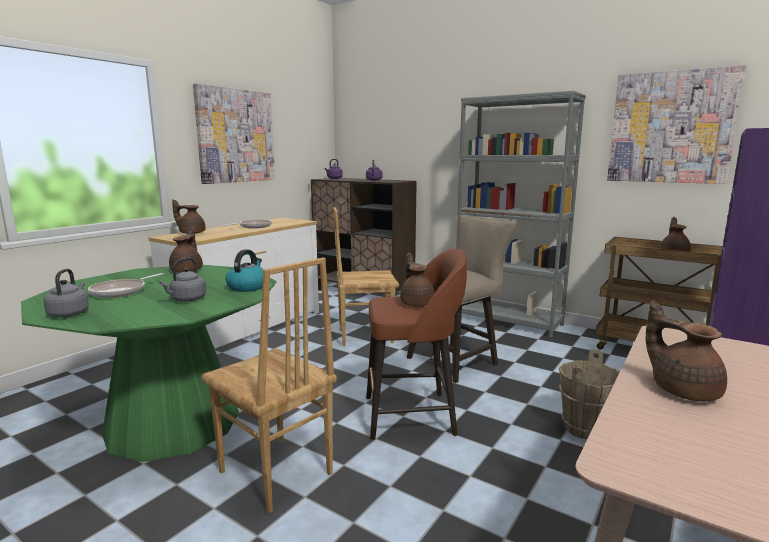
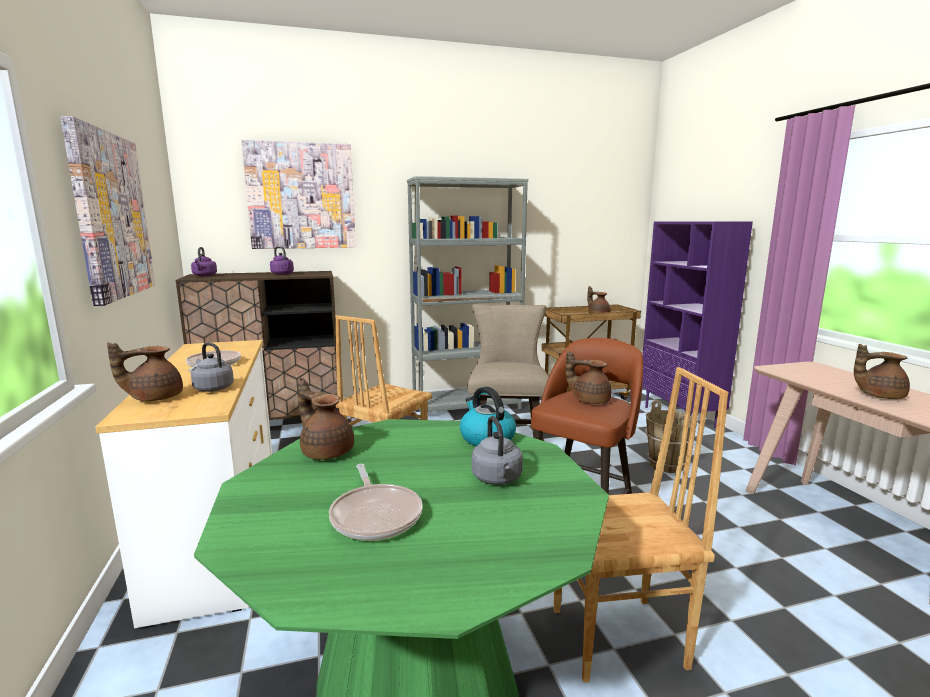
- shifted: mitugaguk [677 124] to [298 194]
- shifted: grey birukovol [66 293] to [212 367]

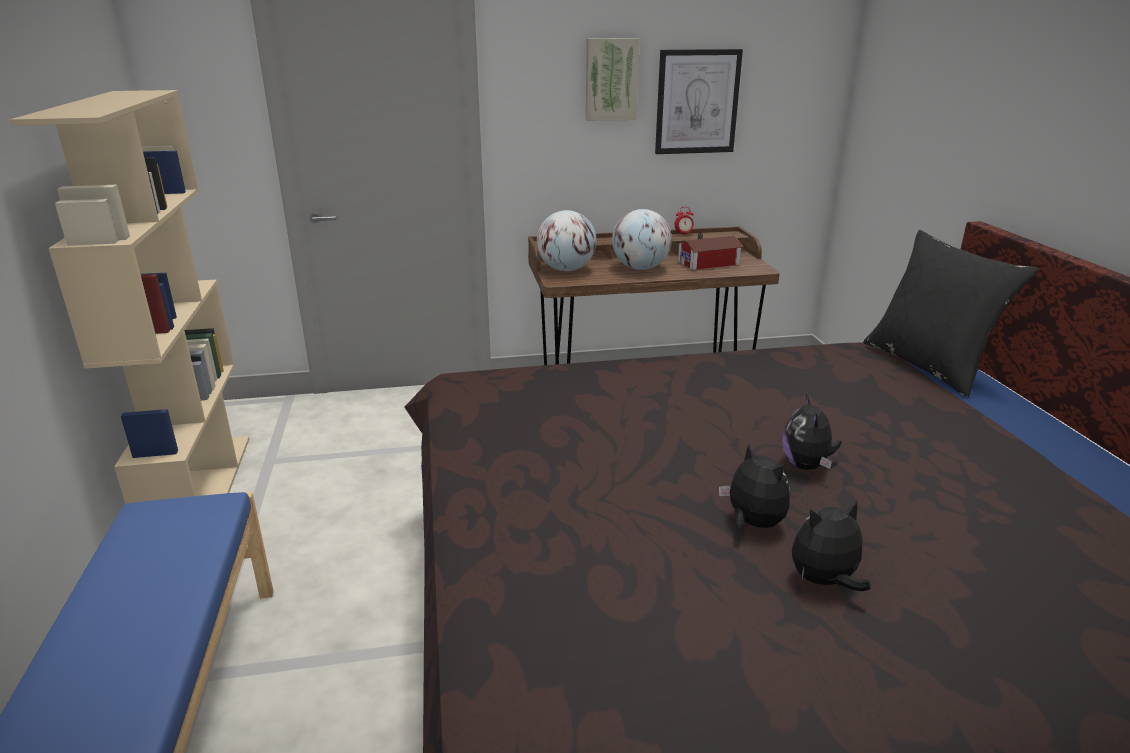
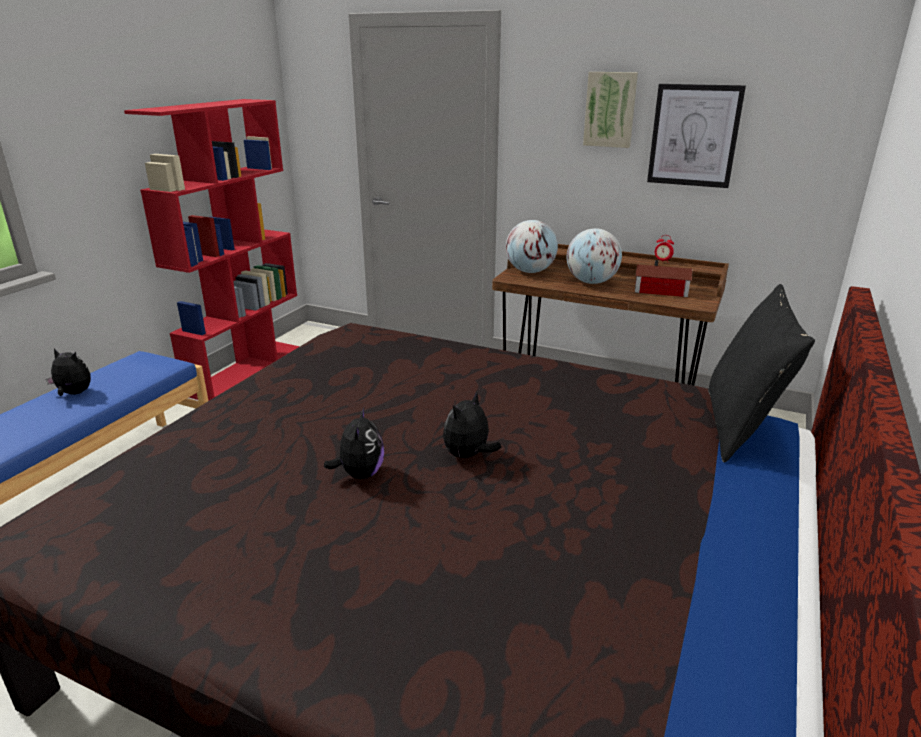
- repainted: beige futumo [130 297] to red futumo [212 250]
- shifted: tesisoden [831 545] to [68 372]

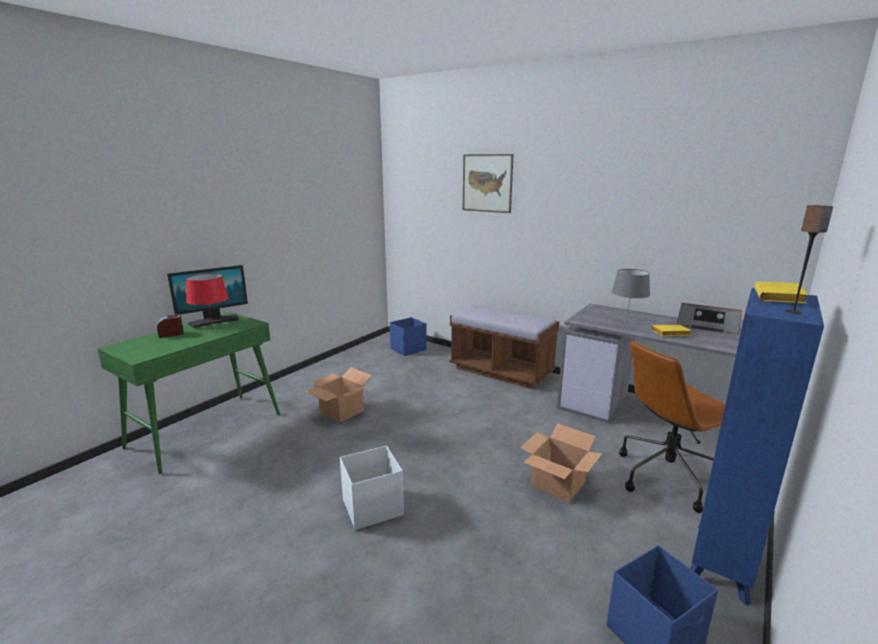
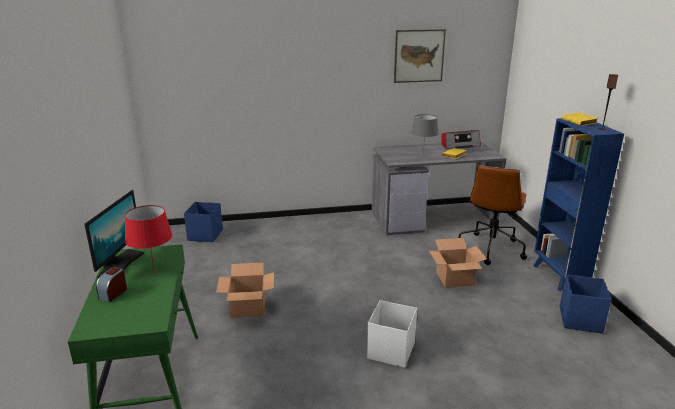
- shifted: mitugaguk [488 183] to [420 56]
- gone: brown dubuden [504 347]

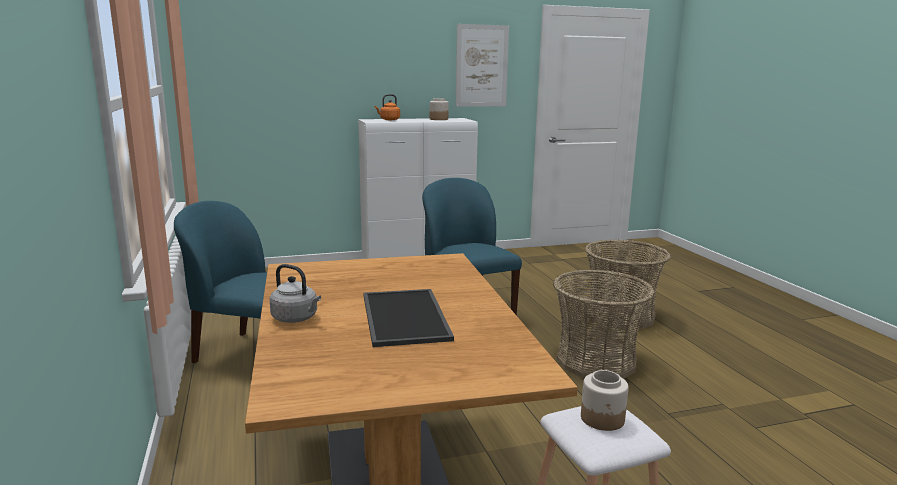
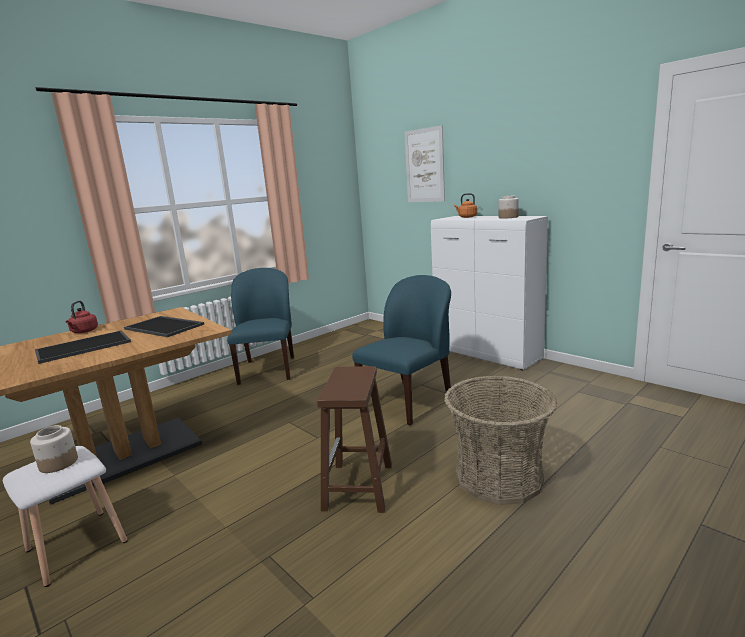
- shifted: mitugaguk [482 65] to [424 163]
- repainted: grey birukovol [295 293] to red birukovol [82 317]
- swapped: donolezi [604 324] to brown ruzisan [354 439]
- new: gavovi [164 326]

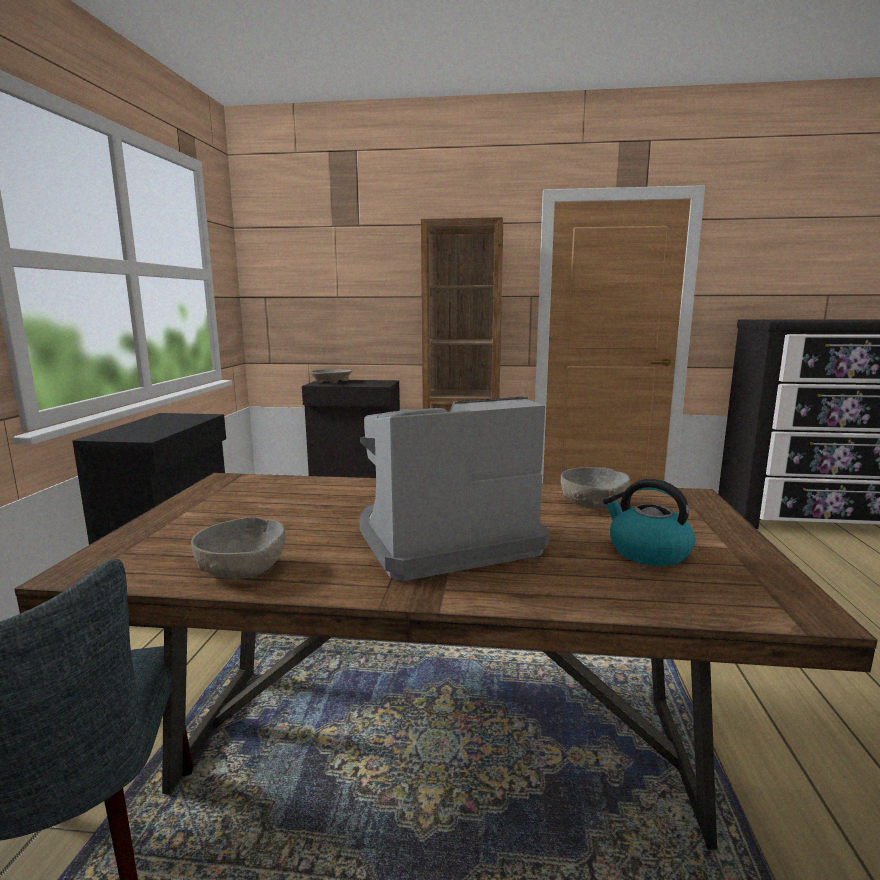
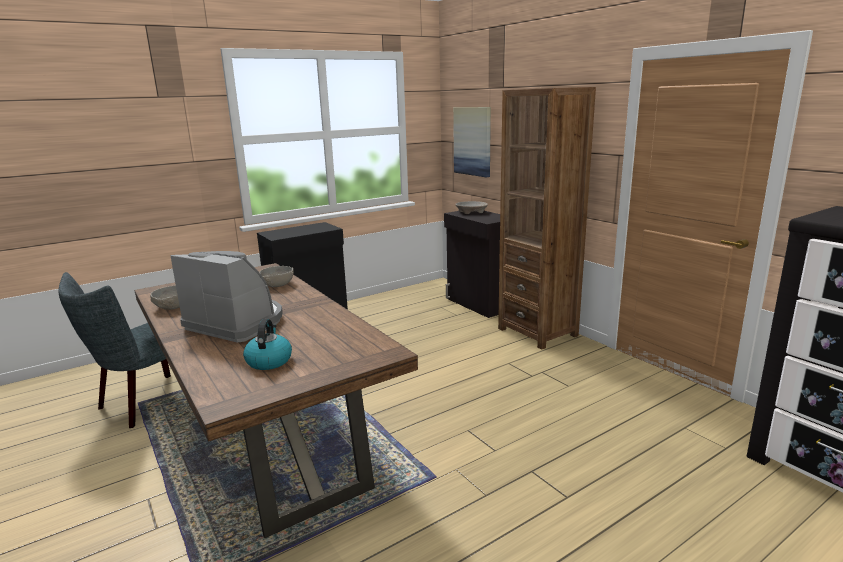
- shifted: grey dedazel [595 488] to [276 276]
- new: mitugaguk [472 142]

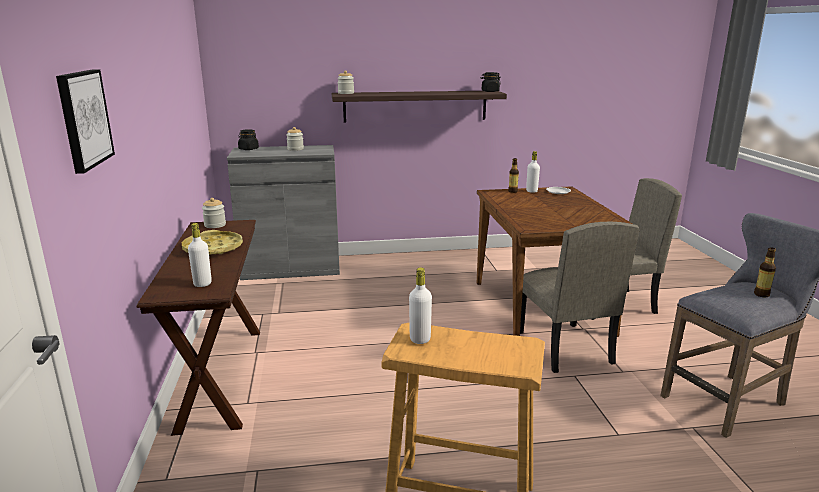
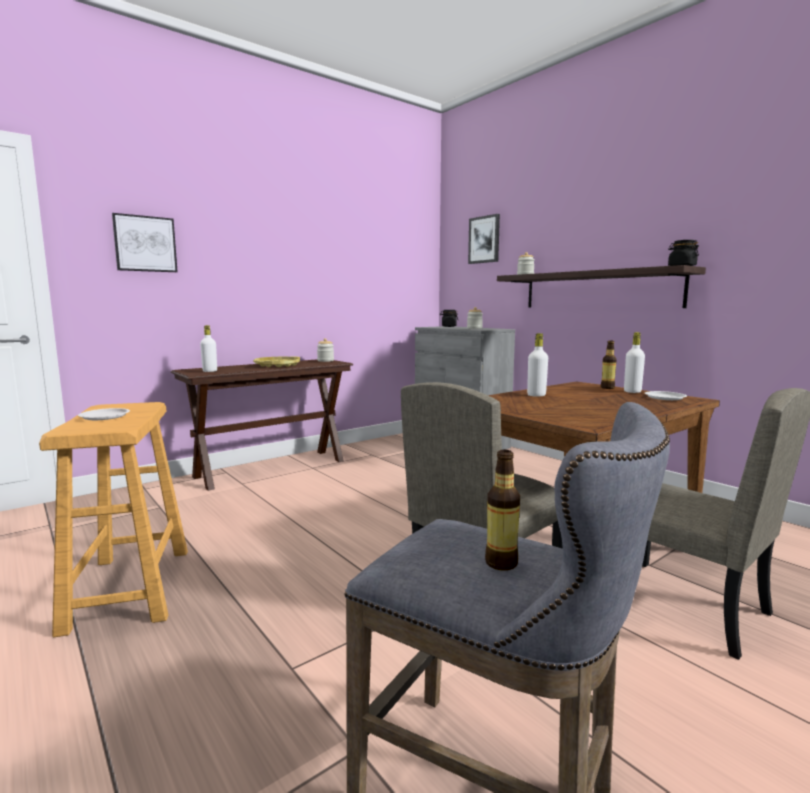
- shifted: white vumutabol [420 306] to [537 365]
- new: mitugaguk [484 239]
- new: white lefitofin [104 414]

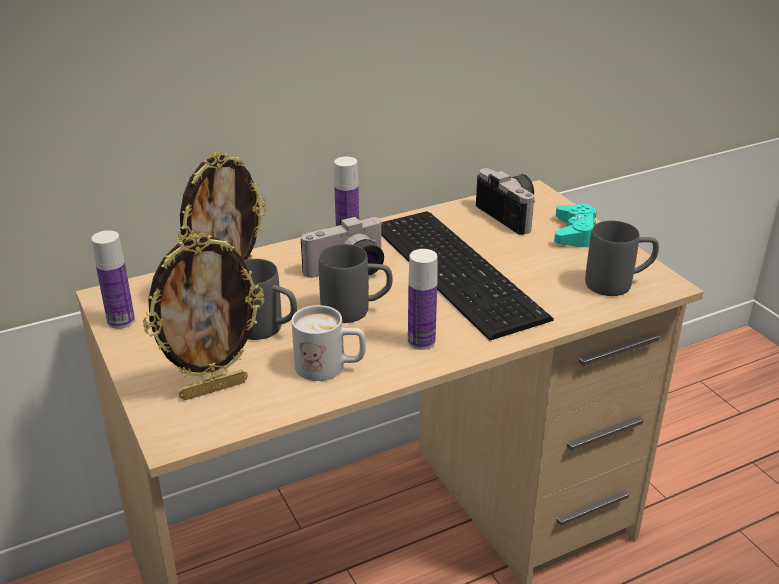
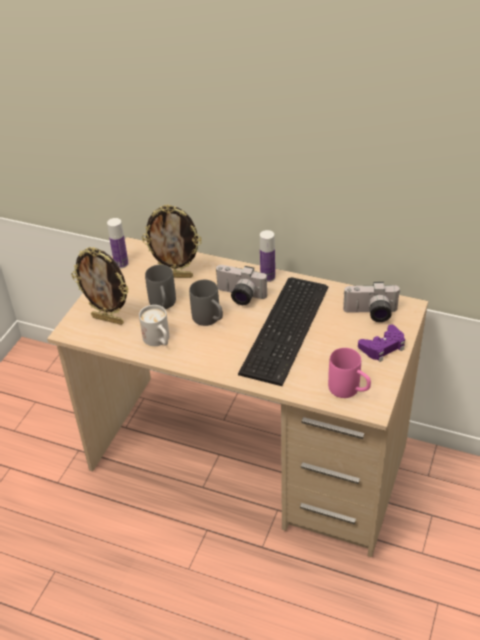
- rotated: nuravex [505 201] = [372 302] 75 degrees clockwise
- repainted: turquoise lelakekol [575 225] to purple lelakekol [381 343]
- repainted: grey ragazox [622 258] to pink ragazox [349 373]
- gone: vumutabol [422 299]

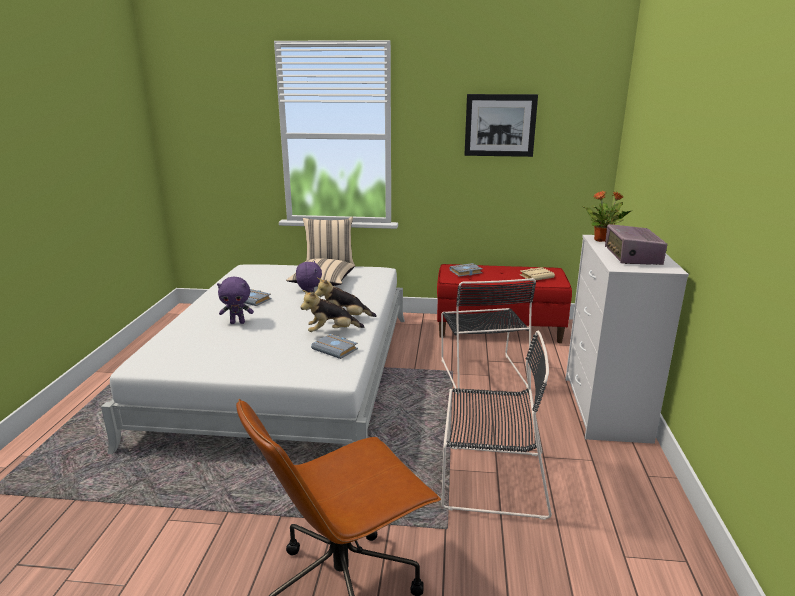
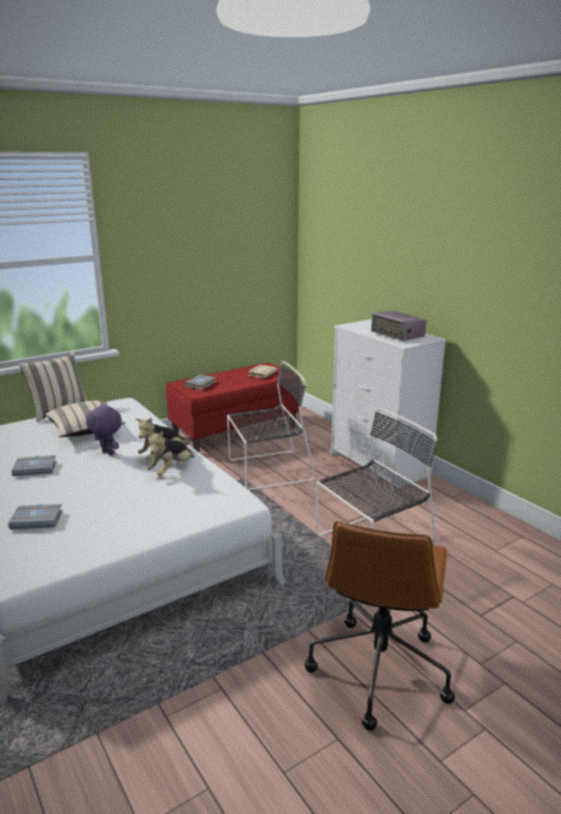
- gone: mitugaguk [501 125]
- gone: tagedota [606 216]
- gone: purple tesisoden [235 300]
- rotated: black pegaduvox [488 336] = [271 425] 60 degrees counterclockwise
- shifted: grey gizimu [334 346] to [35 516]

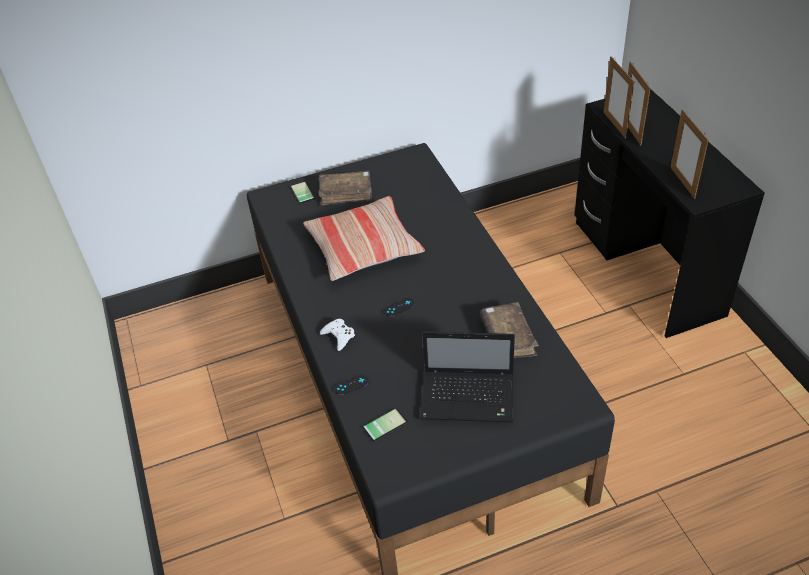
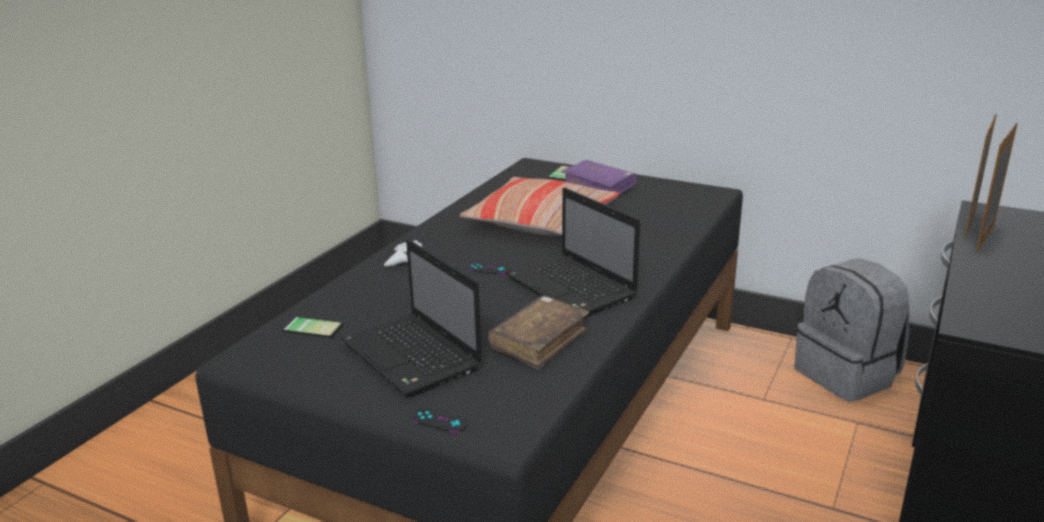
- gone: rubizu [689 154]
- repainted: brown gizimu [345 188] to purple gizimu [598 177]
- shifted: black lelakekol [351 385] to [440 420]
- new: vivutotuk [573 253]
- new: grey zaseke [851 330]

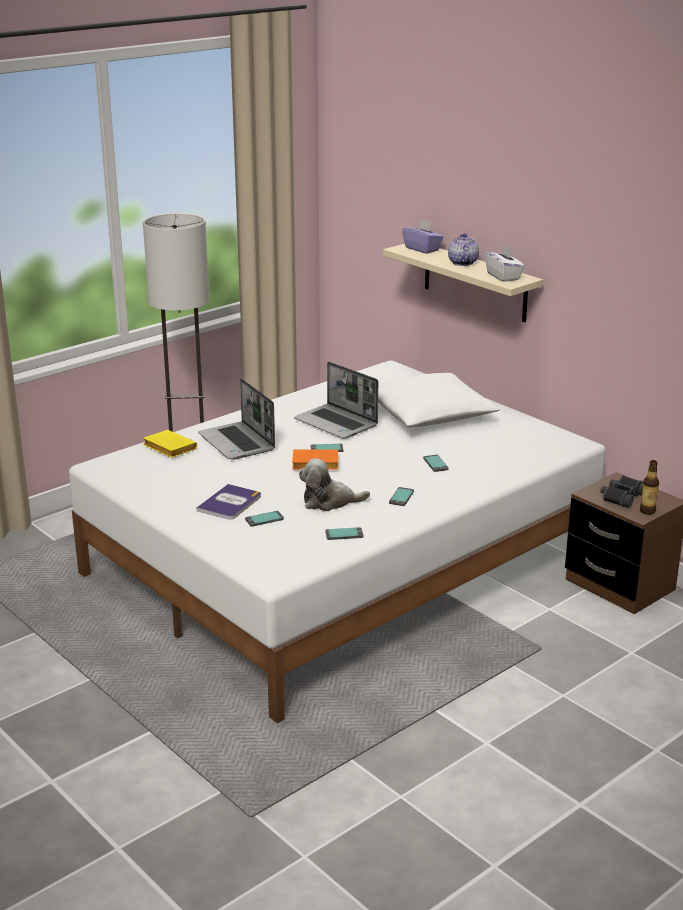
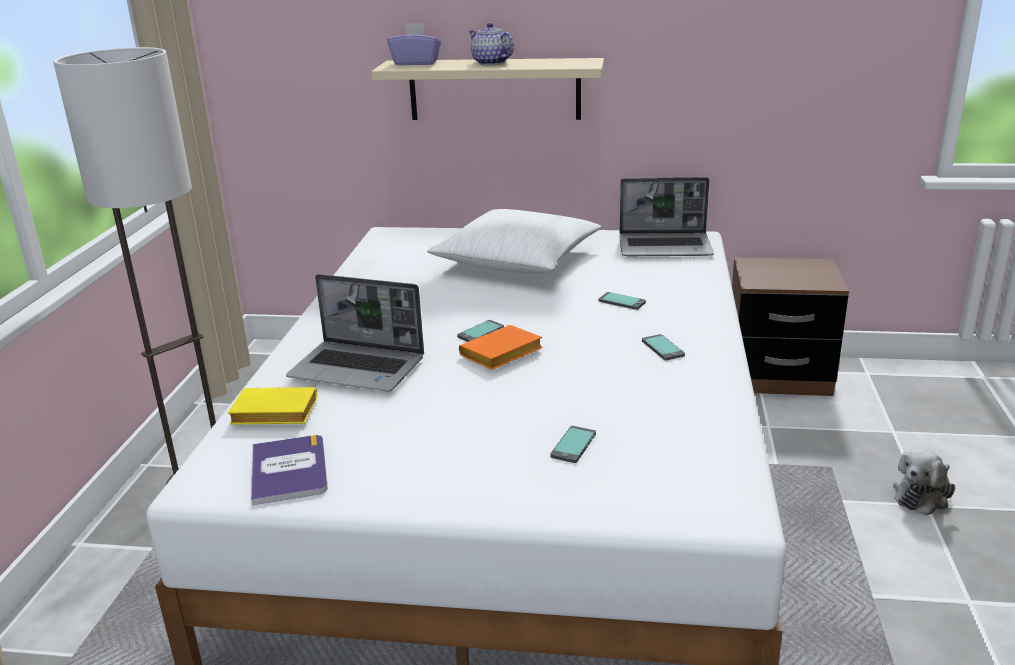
- gone: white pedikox [505 263]
- shifted: vivutotuk [336 400] to [666 216]
- shifted: tesisoden [334 484] to [924 482]
- gone: vumutabol [649 487]
- gone: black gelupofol [621 491]
- shifted: gizimu [228 501] to [289 470]
- gone: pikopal [344 533]

